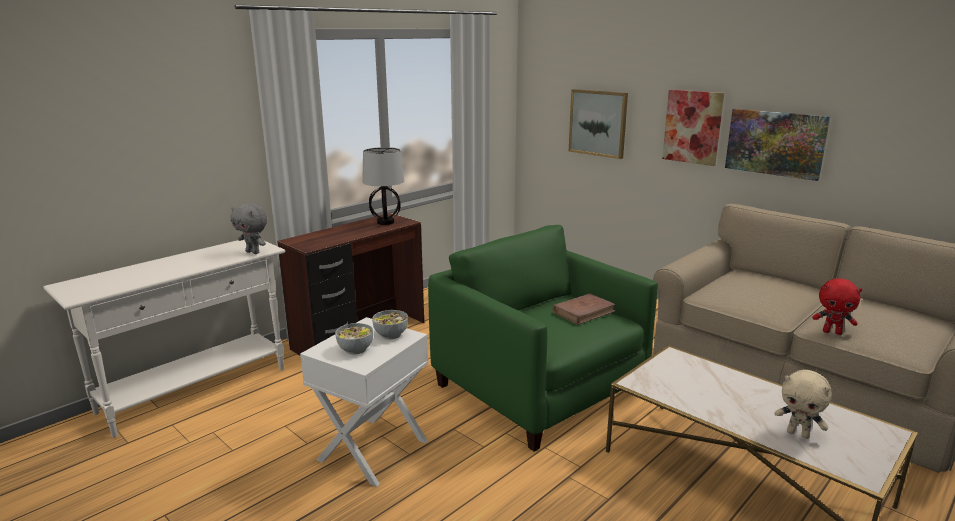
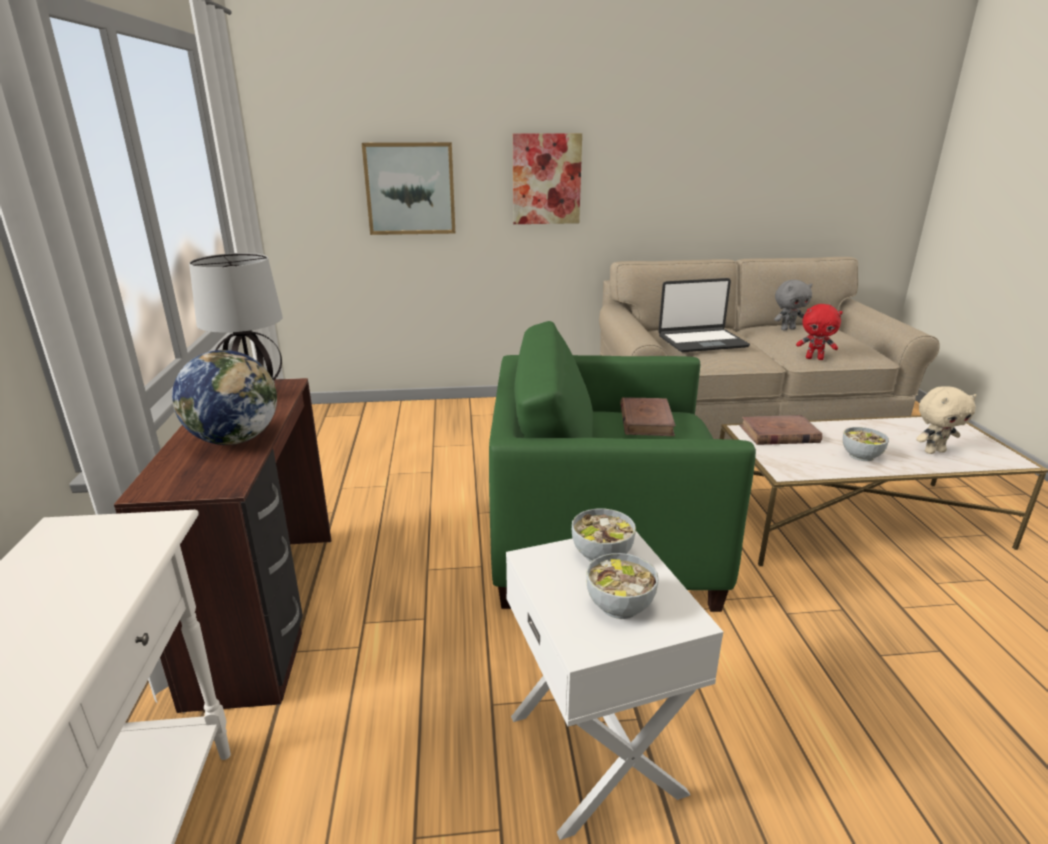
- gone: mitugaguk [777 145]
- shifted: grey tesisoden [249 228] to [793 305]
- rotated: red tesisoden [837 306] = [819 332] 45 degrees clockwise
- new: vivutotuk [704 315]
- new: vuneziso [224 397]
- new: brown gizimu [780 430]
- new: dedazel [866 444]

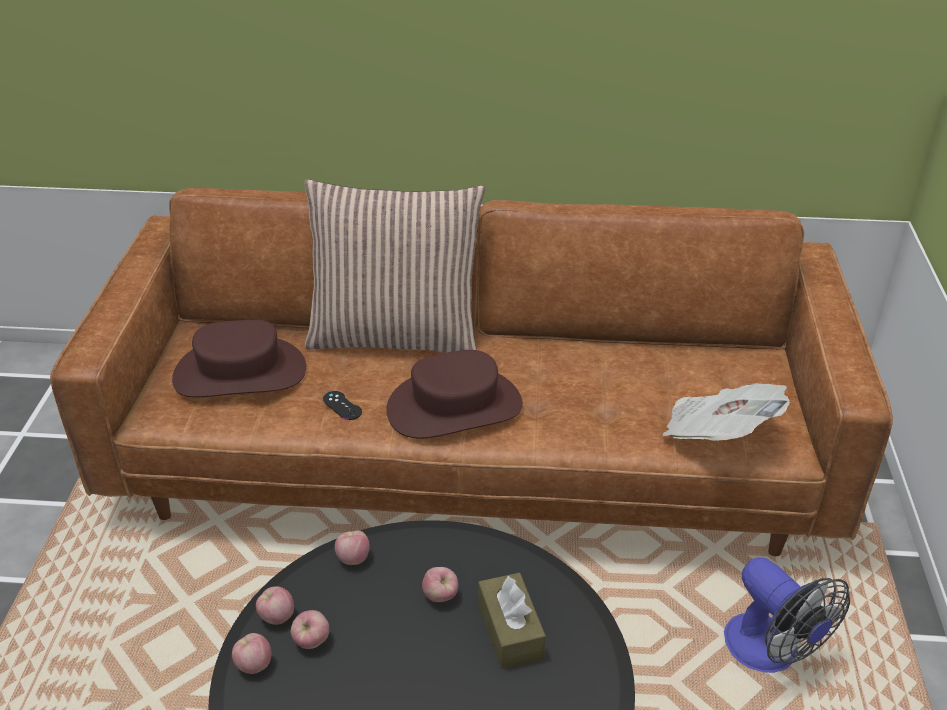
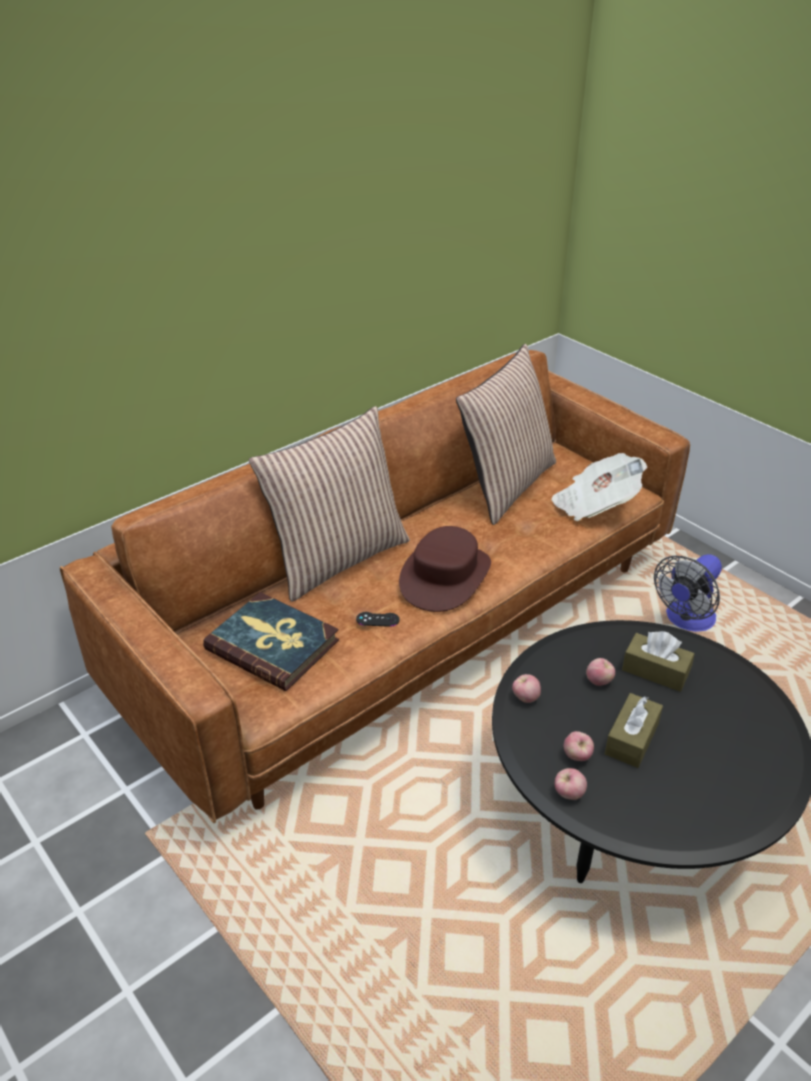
- swapped: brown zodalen [239 358] to gizimu [271 641]
- rotated: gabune [787 615] = [688 593] 120 degrees clockwise
- gone: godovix [275 605]
- new: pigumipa [506 434]
- new: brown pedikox [634 730]

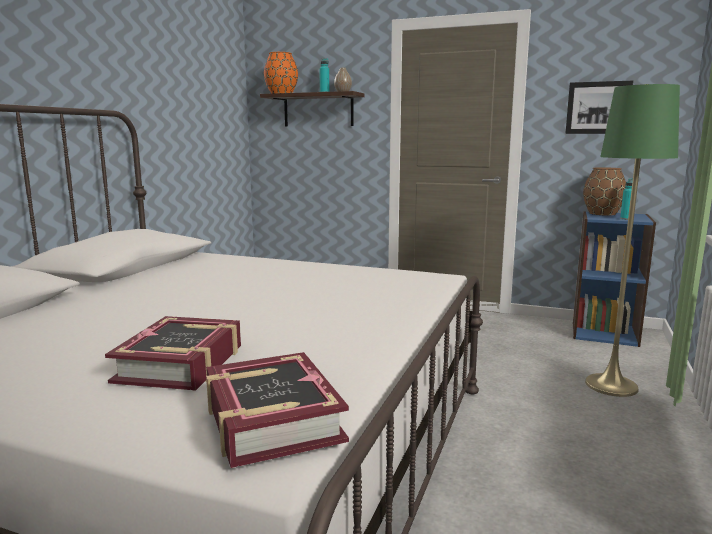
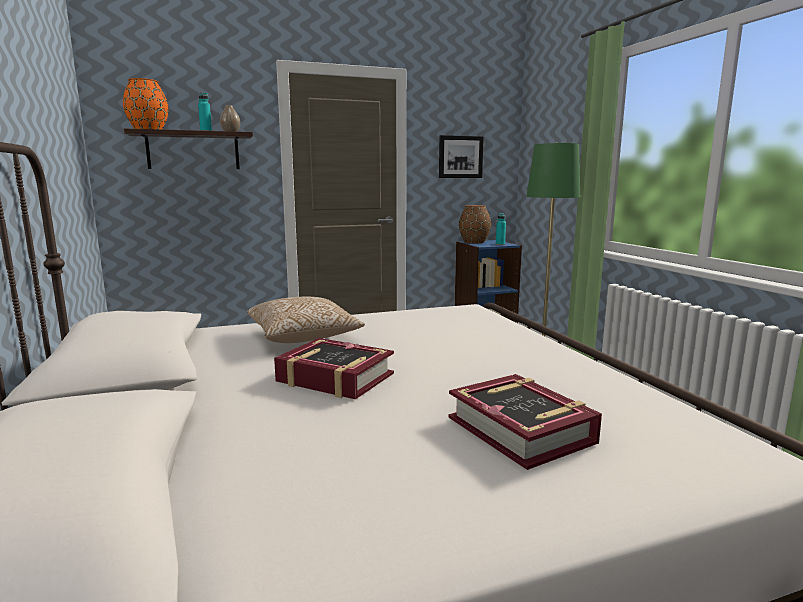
- shifted: gizimu [277 410] to [334 369]
- new: pigumipa [306 320]

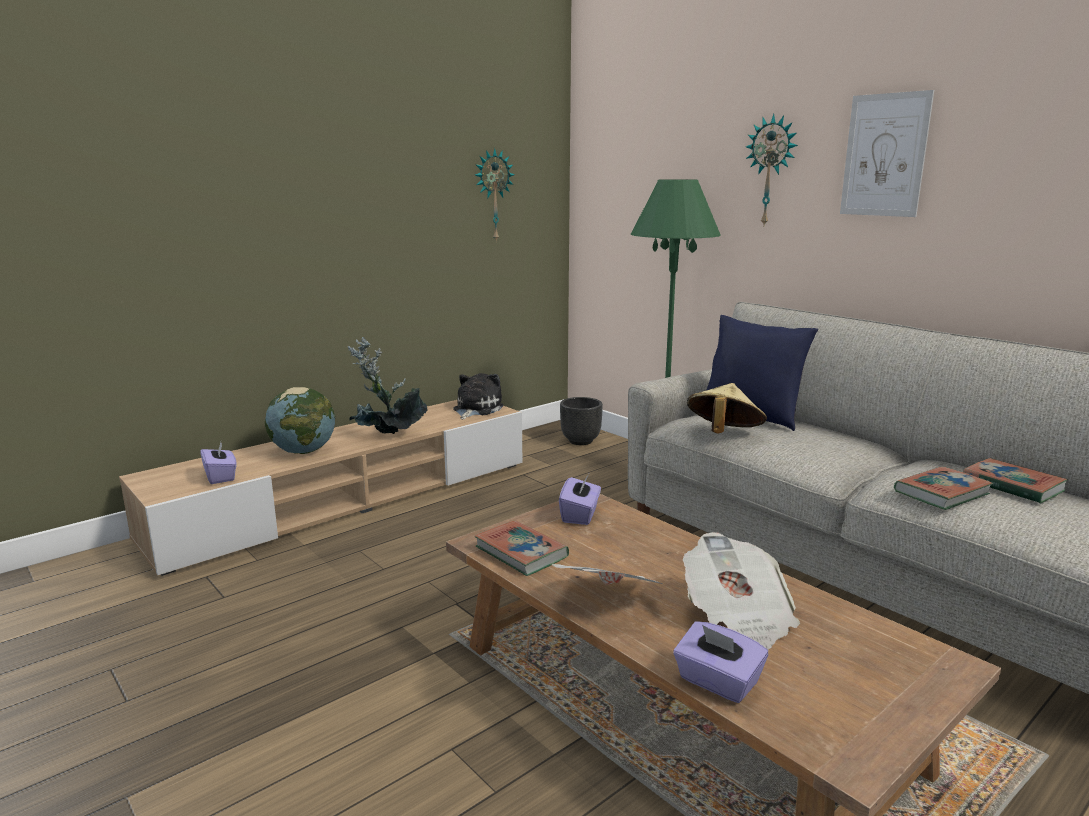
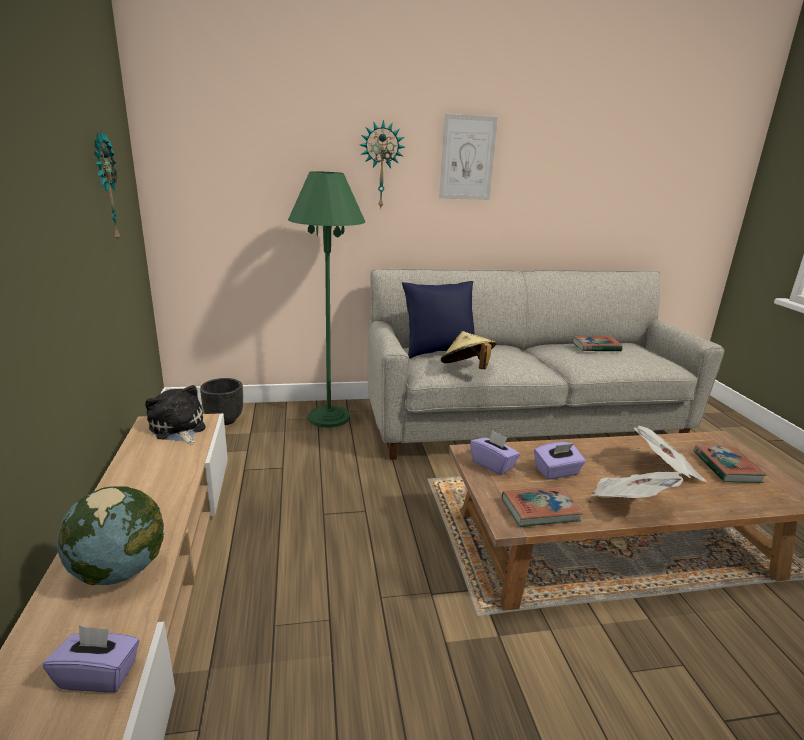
- gone: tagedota [387 385]
- shifted: gizimu [943 488] to [730 464]
- shifted: purple pedikox [720 662] to [560 461]

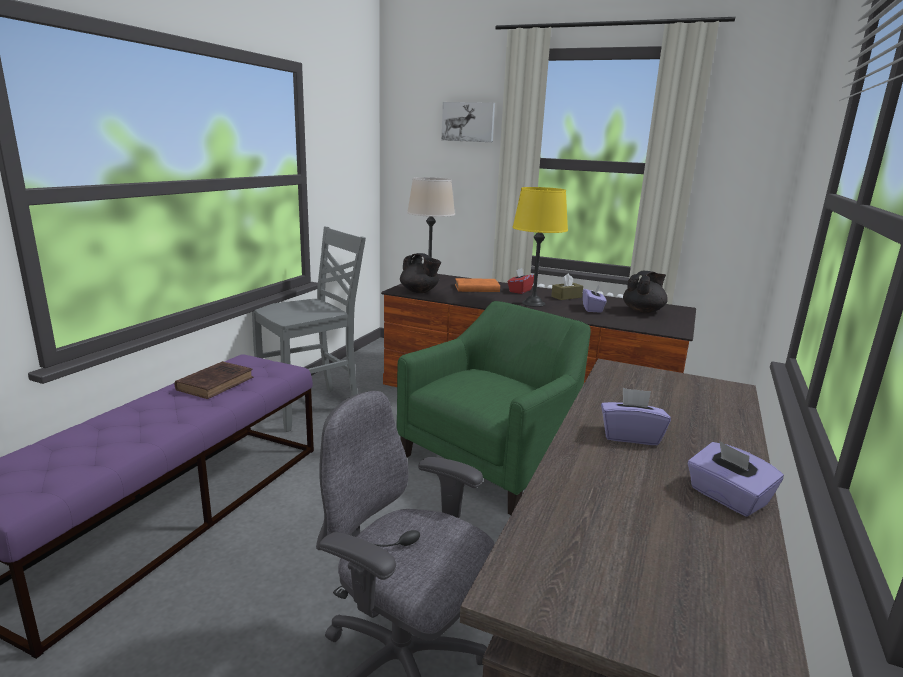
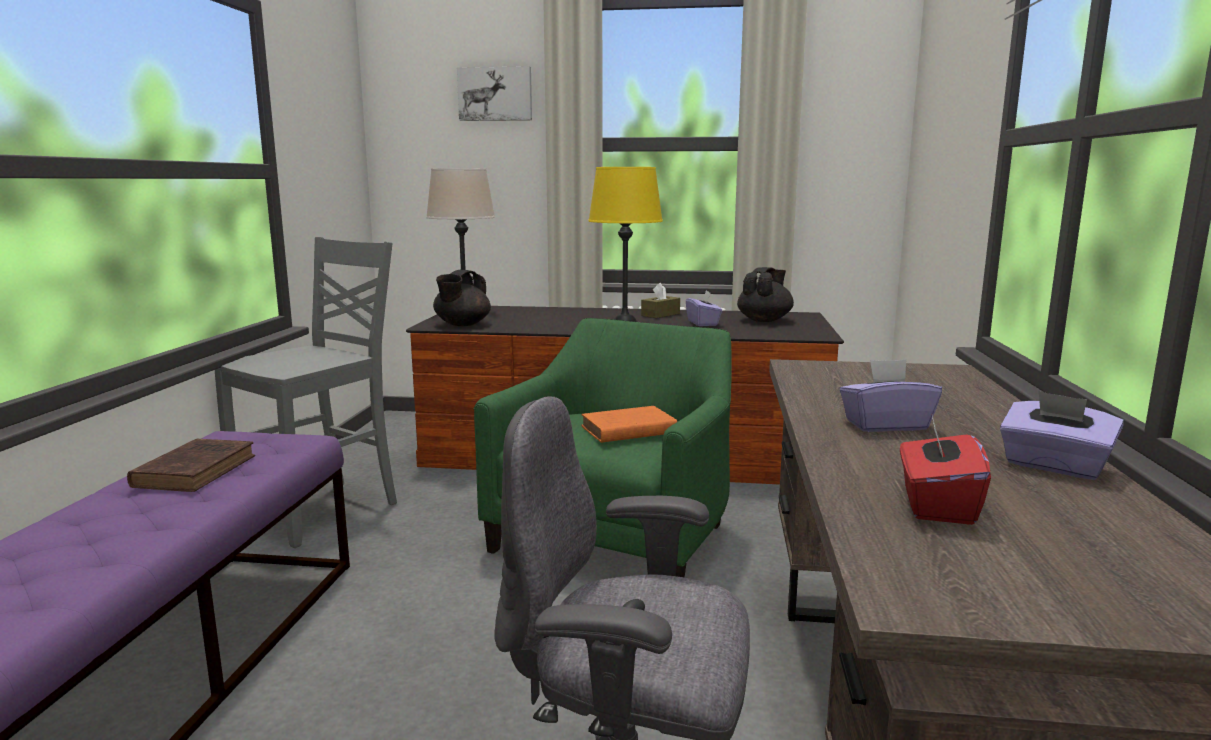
- rotated: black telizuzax [420 273] = [462 298] 90 degrees clockwise
- shifted: red pedikox [520 281] to [945 470]
- shifted: orange gizimu [477 285] to [629 424]

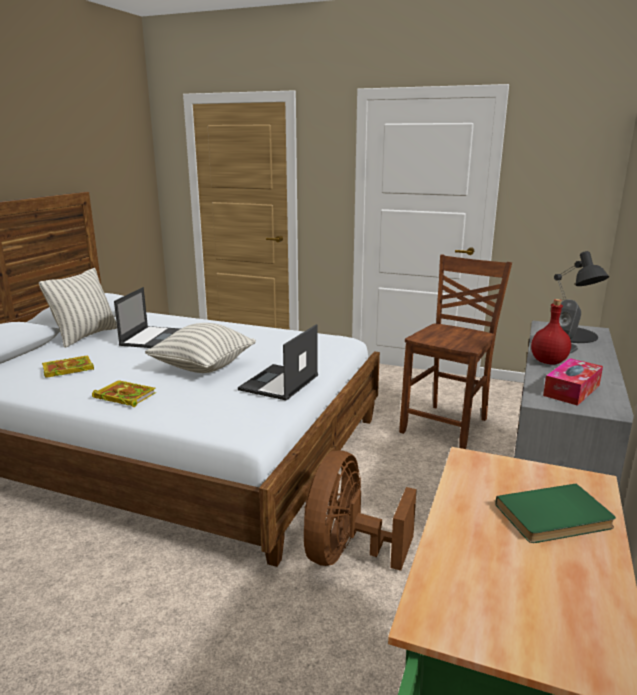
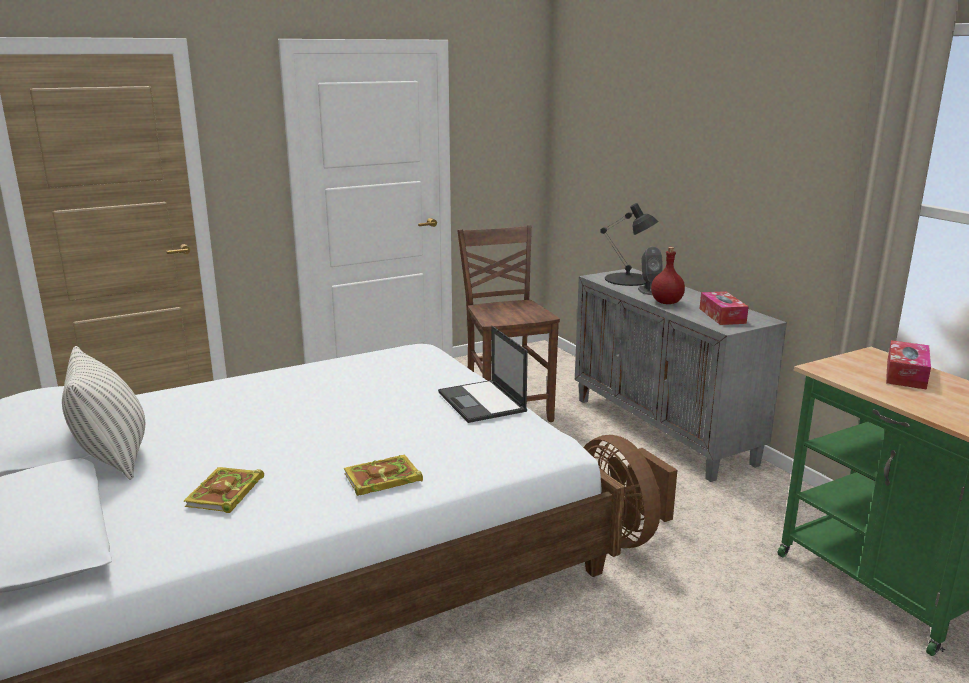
- gone: vivutotuk [147 317]
- gone: pigumipa [200 348]
- swapped: green gizimu [555 513] to pedikox [908 365]

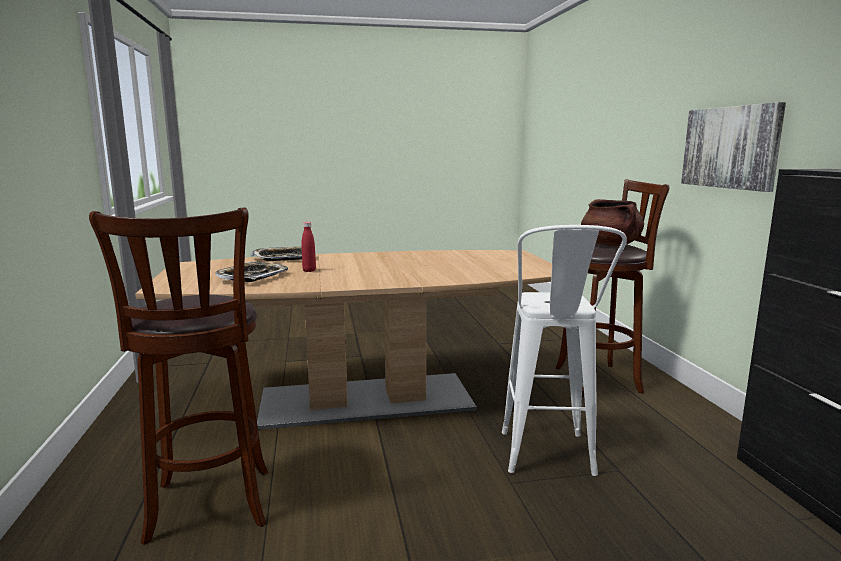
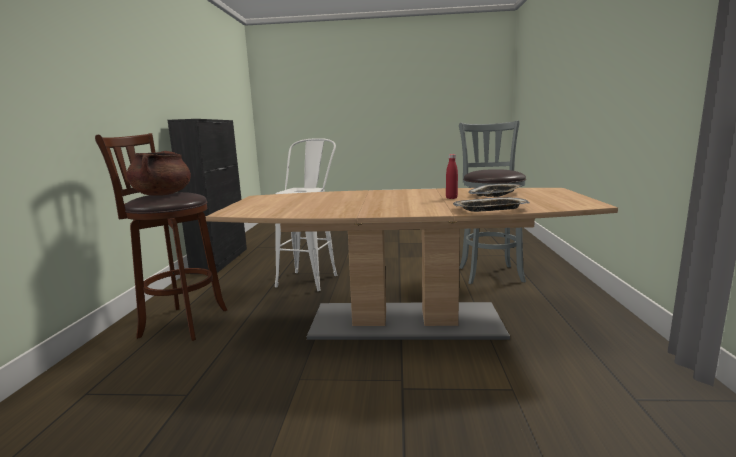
- gone: mitugaguk [733 147]
- repainted: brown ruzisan [178 376] to grey ruzisan [492 202]

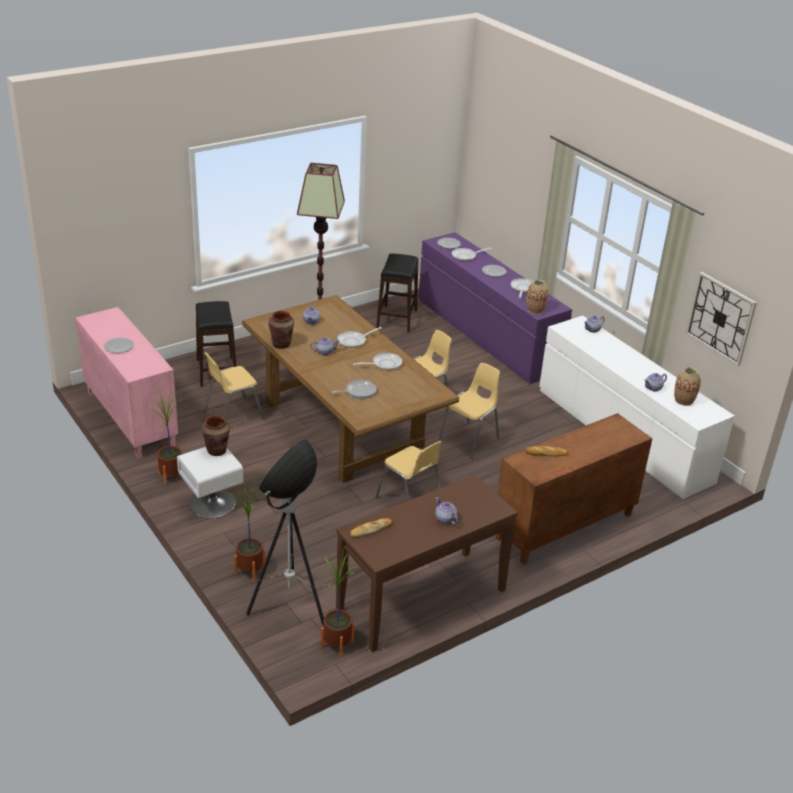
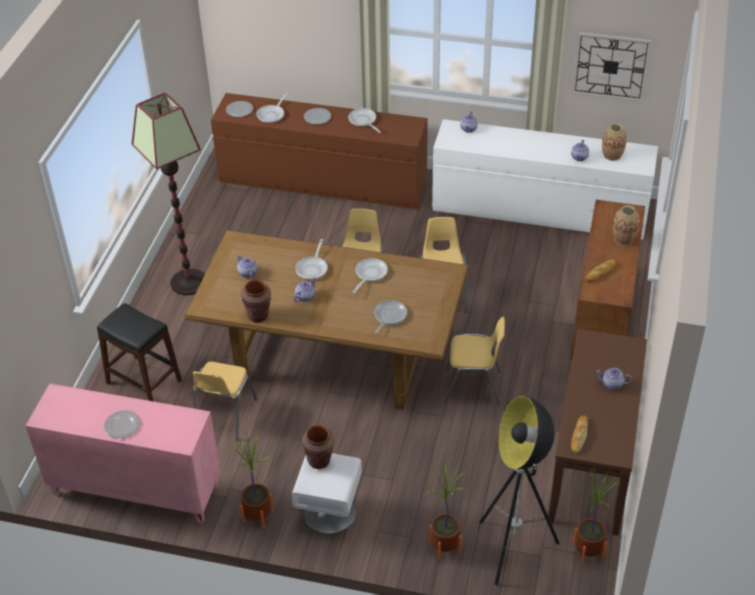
- repainted: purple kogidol [495 308] to brown kogidol [319 151]
- gone: black ruzisan [397 293]
- shifted: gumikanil [537 297] to [626 226]

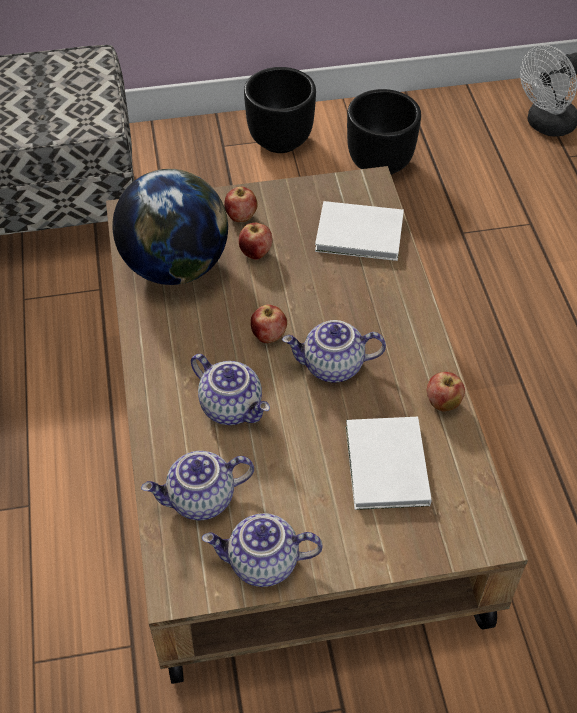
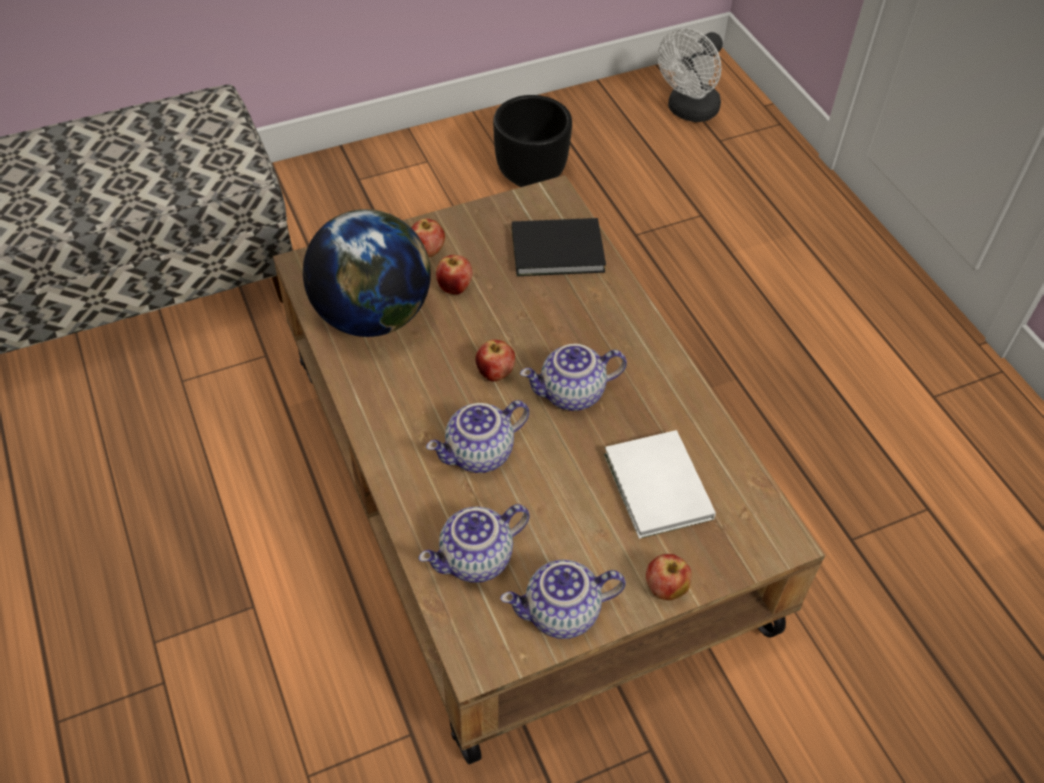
- gone: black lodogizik [280 110]
- repainted: white gizimu [359 231] to black gizimu [559 247]
- rotated: telizuzax [230 389] = [477 436] 120 degrees clockwise
- shifted: godovix [446 391] to [669 577]

